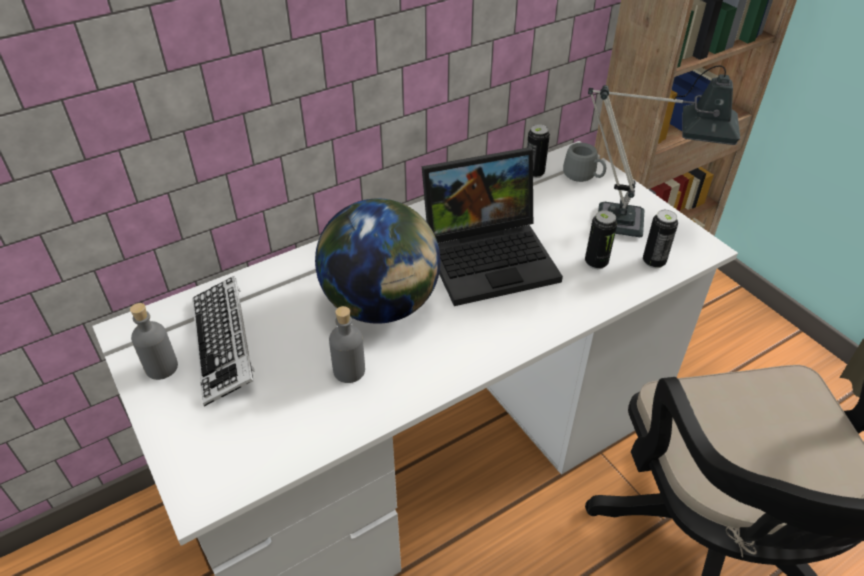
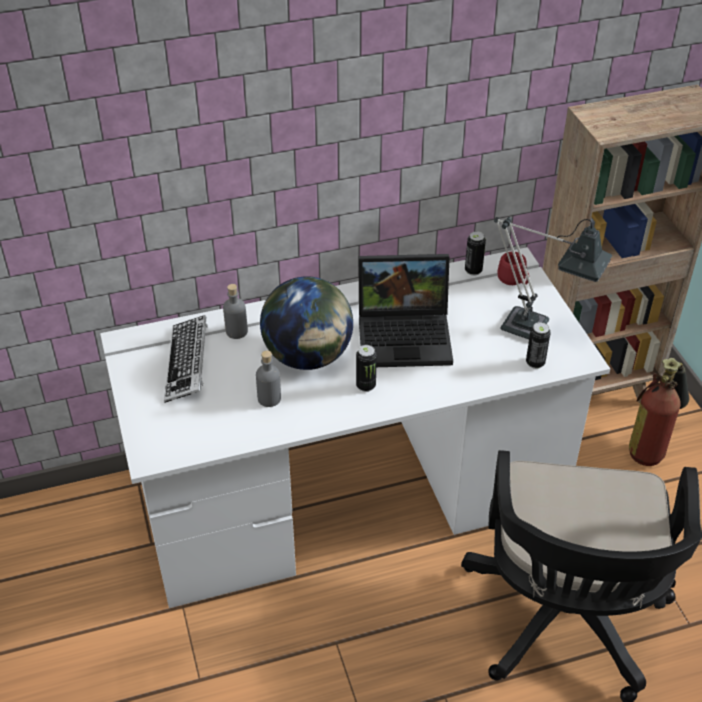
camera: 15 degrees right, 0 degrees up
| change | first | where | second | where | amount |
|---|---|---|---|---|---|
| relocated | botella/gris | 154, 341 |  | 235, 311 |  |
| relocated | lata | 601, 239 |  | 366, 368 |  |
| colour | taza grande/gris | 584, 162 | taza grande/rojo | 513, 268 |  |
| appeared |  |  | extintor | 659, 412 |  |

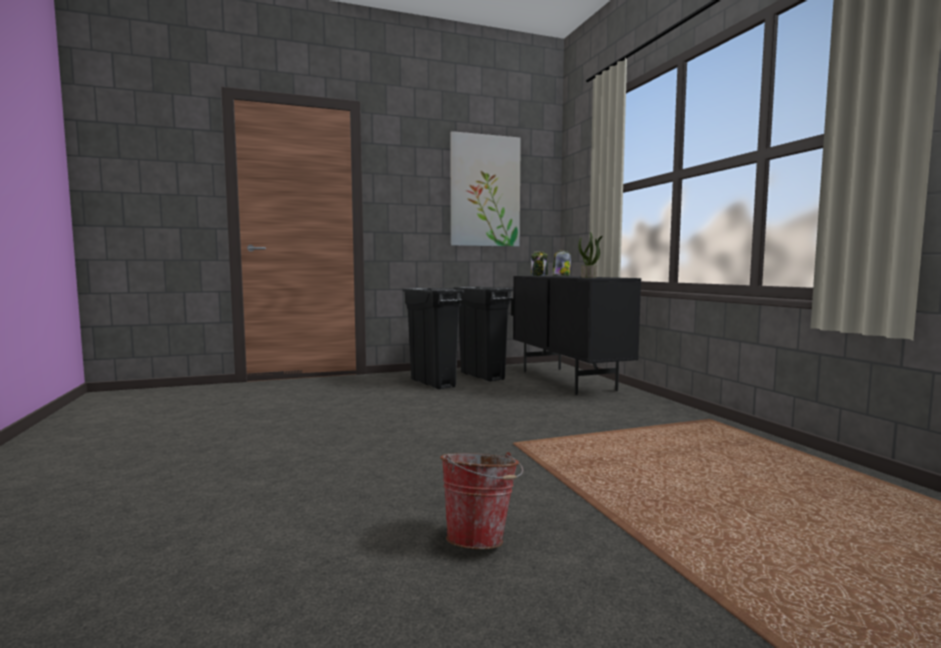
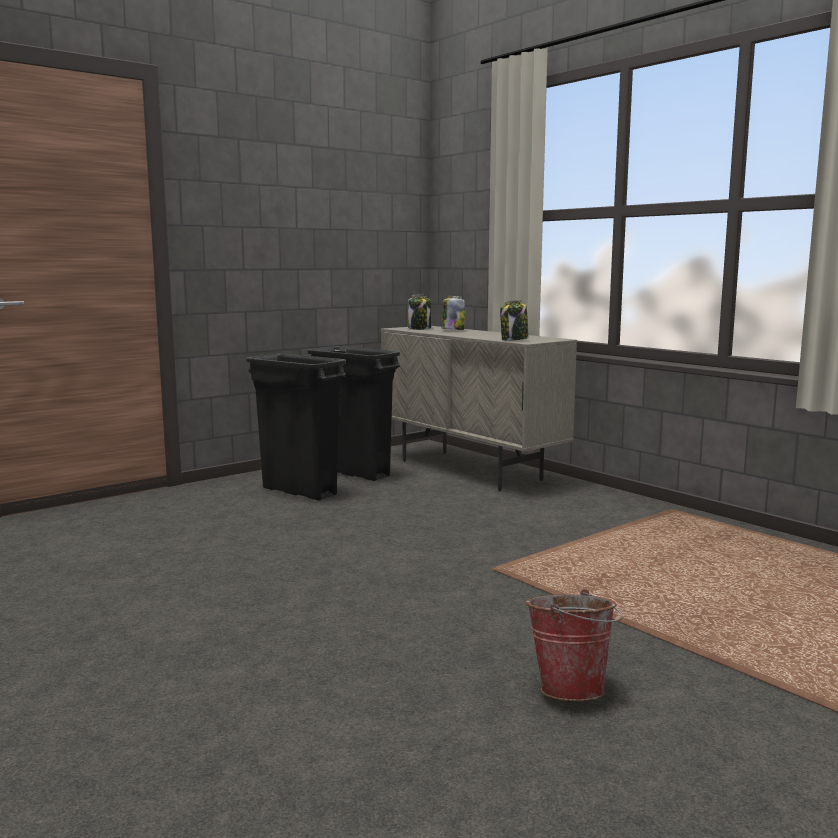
camera: 20 degrees left, 5 degrees up
| change | first | where | second | where | amount |
|---|---|---|---|---|---|
| colour | armario/negro | 576, 335 | armario/beis | 479, 408 |  |
| exchanged | planta en maceta | 590, 255 | tarro | 514, 320 |  |
| missing | cuadro | 485, 189 |  |  |  |

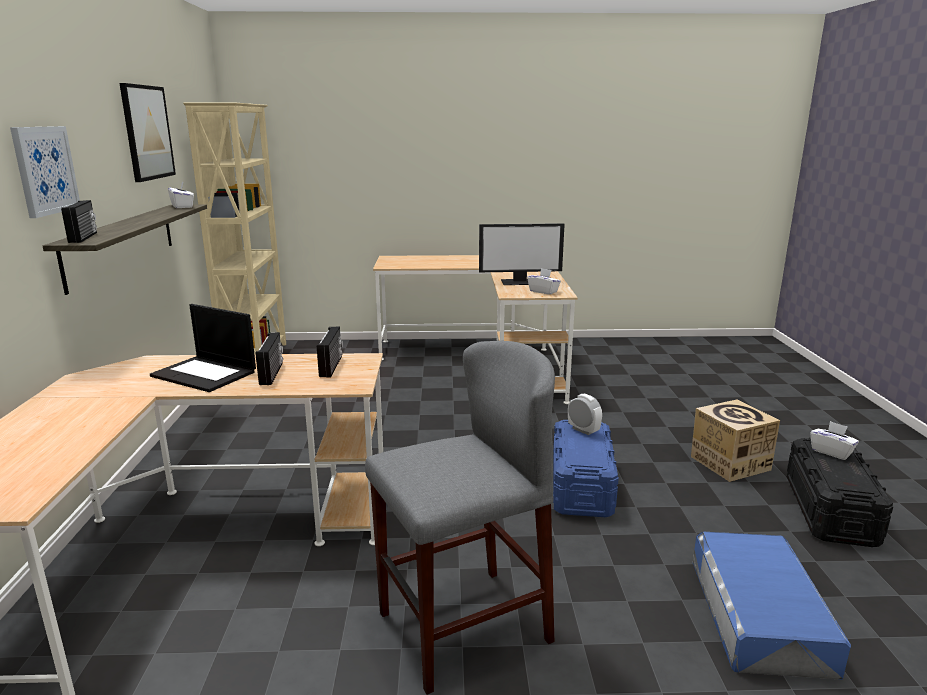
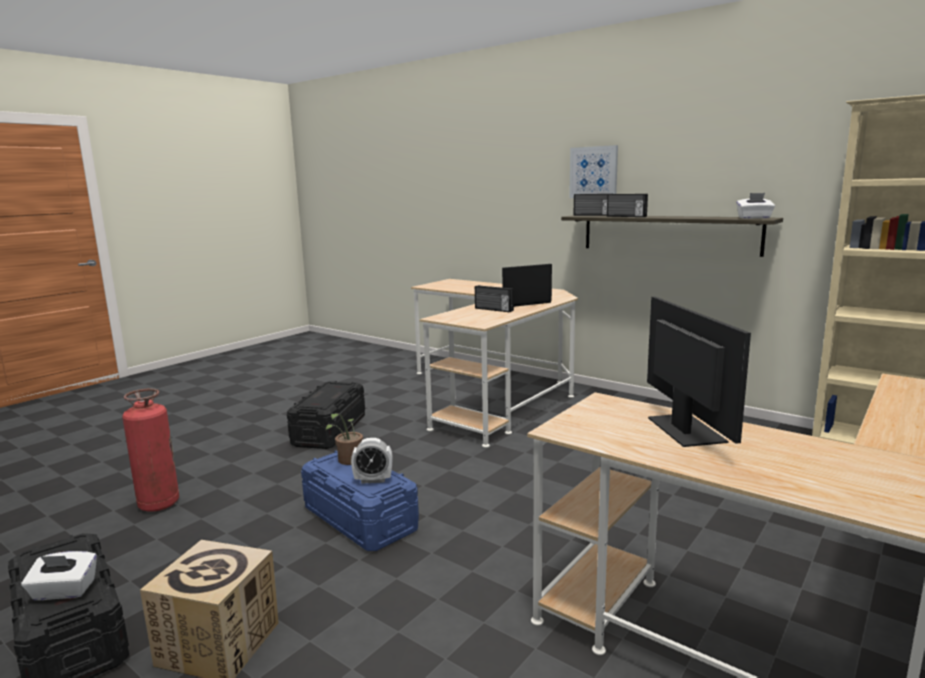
camera: 130 degrees right, 5 degrees down
| change | first | where | second | where | amount |
|---|---|---|---|---|---|
| exchanged | caja de almacenaje/azul | 772, 606 | extintor | 150, 450 |  |
| exchanged | taburete/gris | 460, 518 | caja de almacenaje/negro | 326, 415 |  |
| appeared |  |  | planta en maceta | 344, 439 |  |
| relocated | radio | 330, 352 |  | 627, 205 |  |
| spun | monitor | 522, 254 |  | 699, 371 | 135 degrees clockwise |
| missing | cuadro | 147, 132 |  |  |  |
| missing | caja de pañuelos/blanco | 544, 281 |  |  |  |

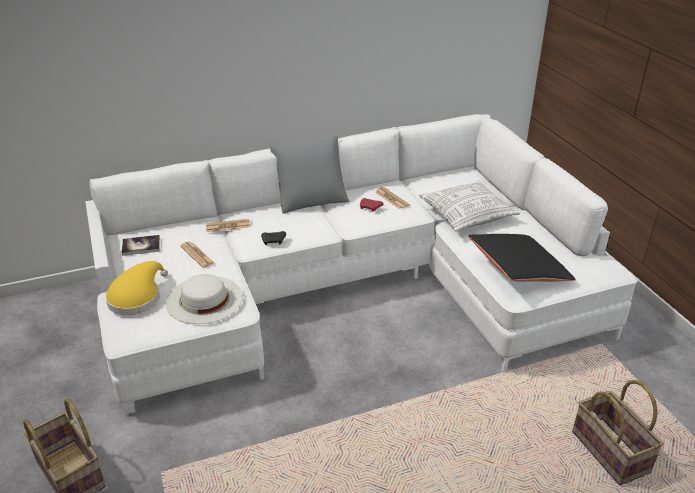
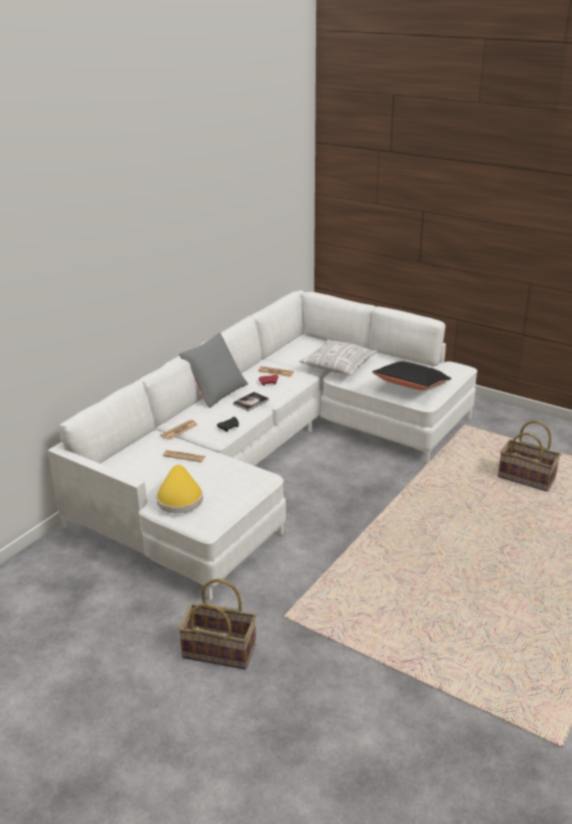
camera: 35 degrees left, 5 degrees down
| change | first | where | second | where | amount |
|---|---|---|---|---|---|
| relocated | libro | 141, 245 |  | 251, 401 |  |
| missing | sombrero/blanco | 204, 299 |  |  |  |

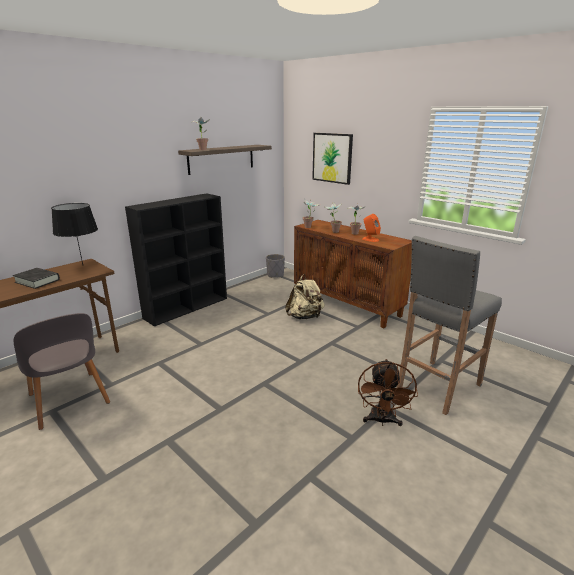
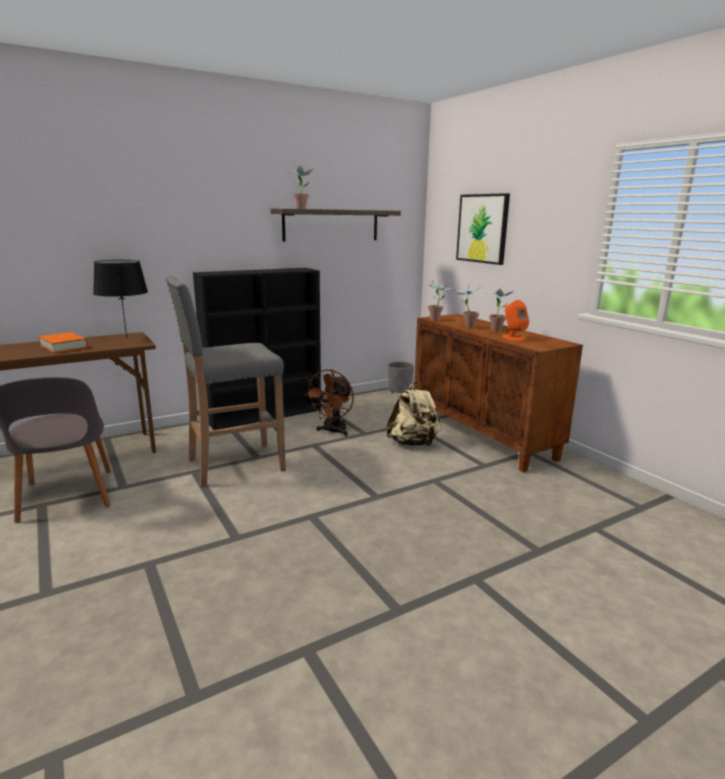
camera: 15 degrees right, 5 degrees down
| change | first | where | second | where | amount |
|---|---|---|---|---|---|
| colour | libro/negro | 36, 278 | libro/naranja | 63, 342 |  |
| relocated | taburete/gris | 449, 325 |  | 226, 381 |  |
| relocated | ventilador/marrón | 388, 392 |  | 329, 402 |  |

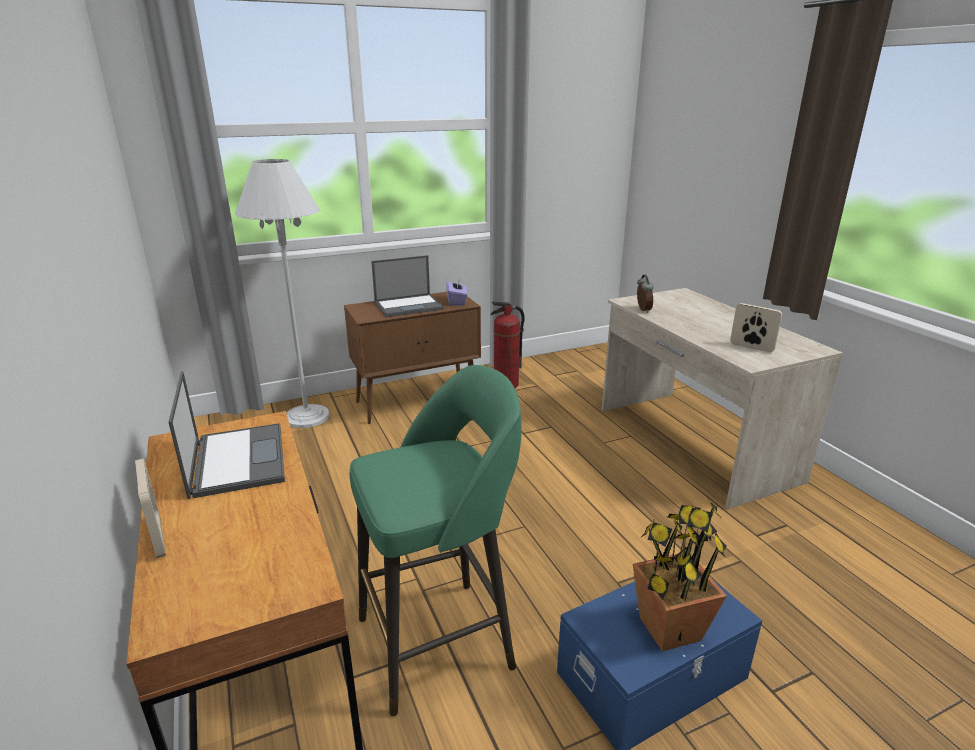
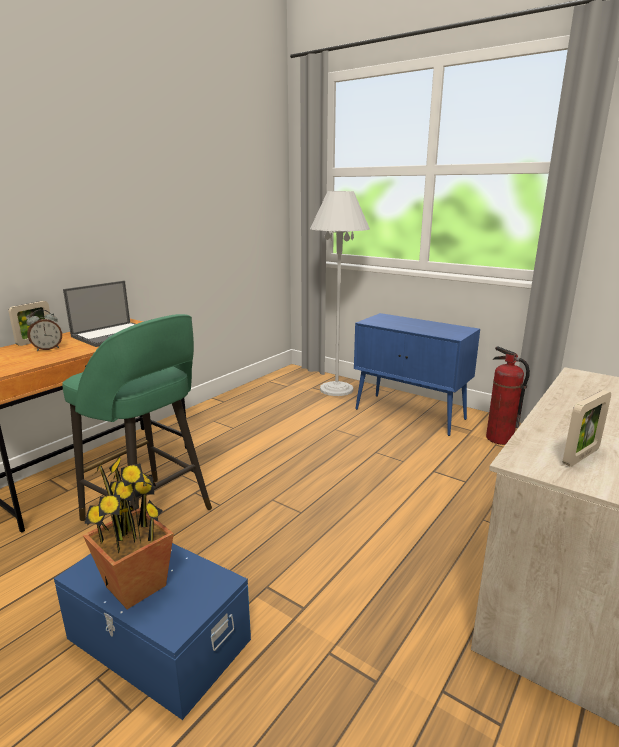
camera: 60 degrees right, 5 degrees down
| change | first | where | second | where | amount |
|---|---|---|---|---|---|
| relocated | despertador | 645, 294 |  | 44, 330 |  |
| colour | armario/marrón | 412, 358 | armario/azul | 417, 374 |  |
| spun | portarretratos | 756, 327 |  | 587, 428 | 45 degrees clockwise |
| missing | portátil | 407, 286 |  |  |  |
| missing | caja de pañuelos/morado | 457, 292 |  |  |  |

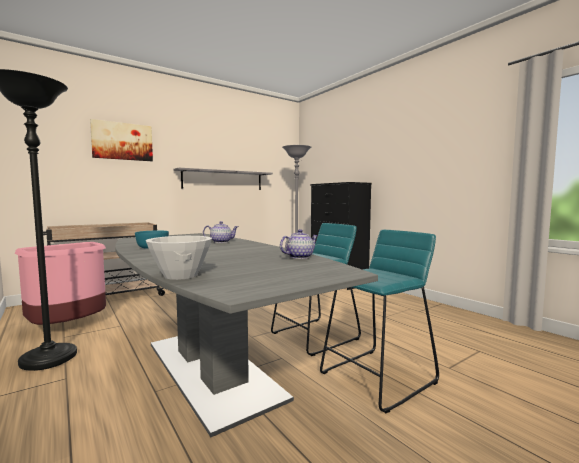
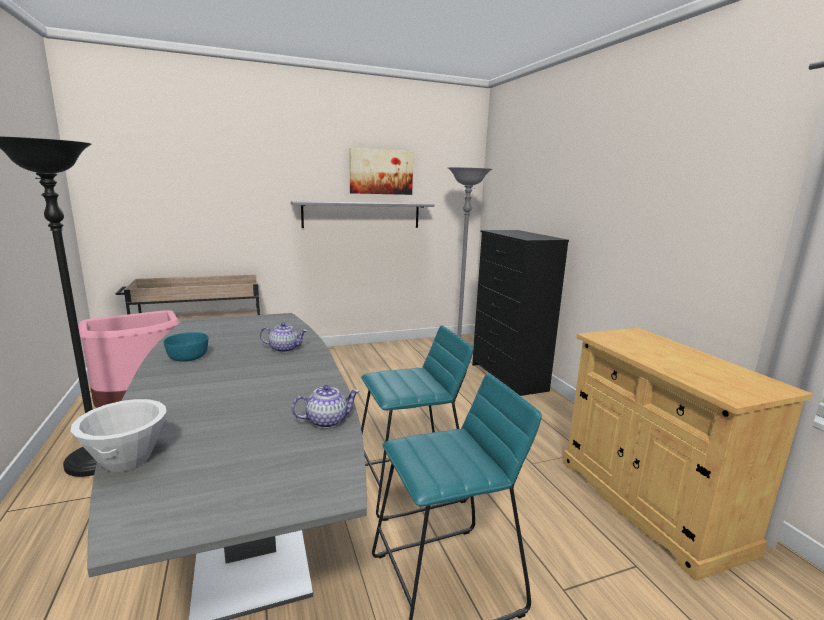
camera: 15 degrees right, 10 degrees up
| change | first | where | second | where | amount |
|---|---|---|---|---|---|
| relocated | cuadro | 121, 140 |  | 381, 171 |  |
| appeared |  |  | armario/beis | 688, 454 |  |

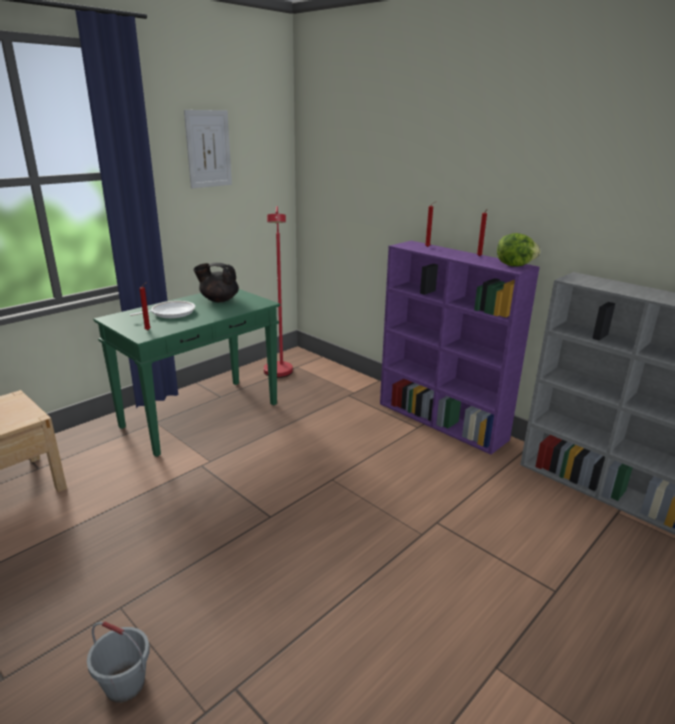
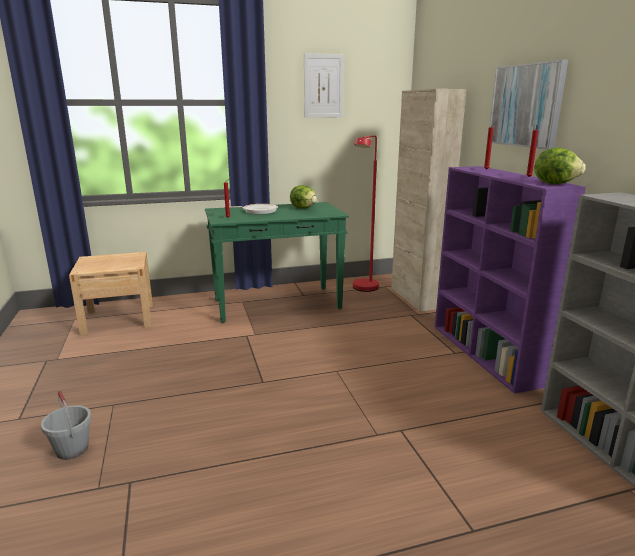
camera: 30 degrees right, 5 degrees down
| change | first | where | second | where | amount |
|---|---|---|---|---|---|
| exchanged | tetera/negro | 216, 283 | lechuga | 303, 197 |  |
| appeared |  |  | armario/beis | 428, 200 |  |
| appeared |  |  | cuadro | 528, 105 |  |

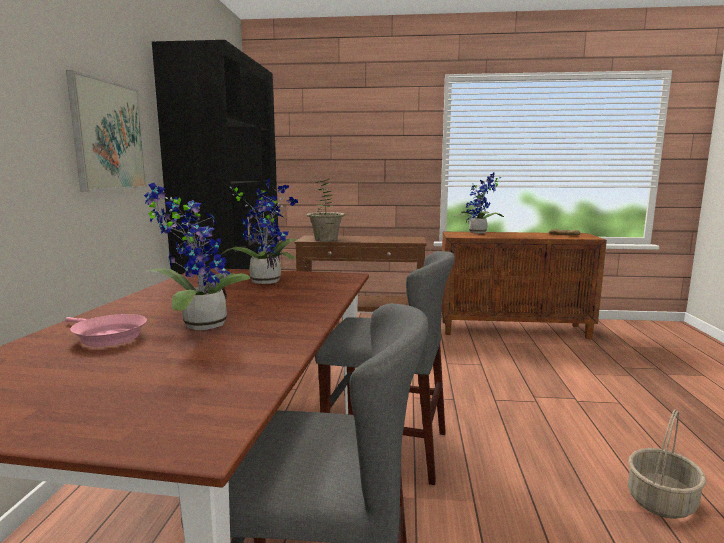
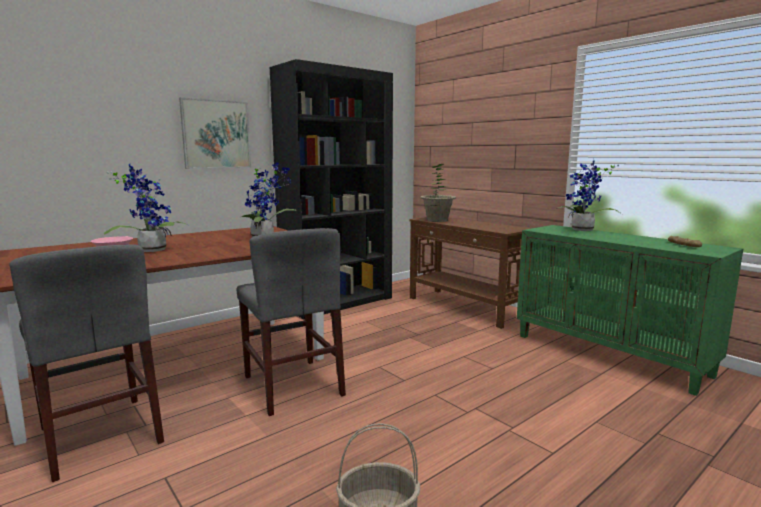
camera: 45 degrees right, 0 degrees up
| change | first | where | second | where | amount |
|---|---|---|---|---|---|
| colour | armario/marrón | 524, 285 | armario/verde | 630, 310 |  |

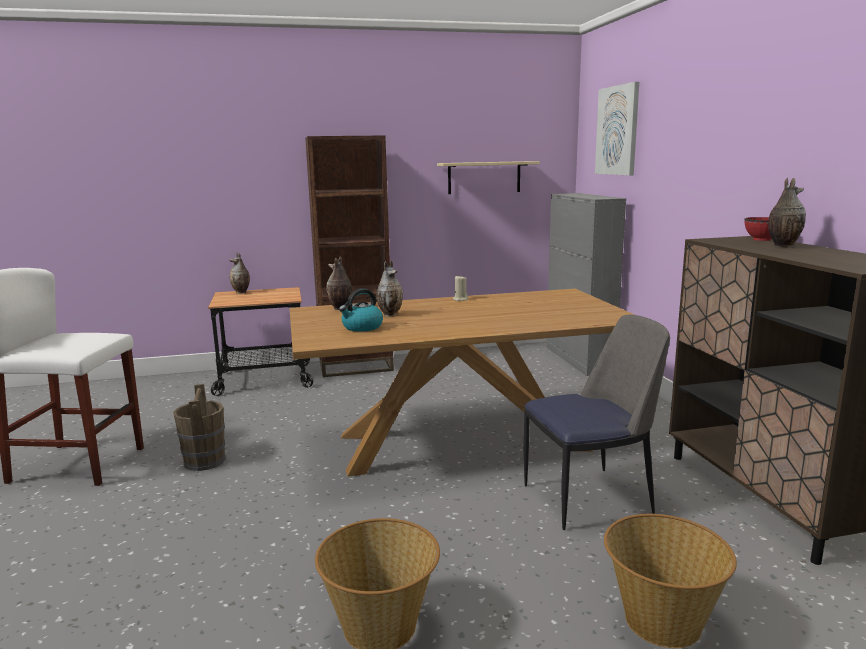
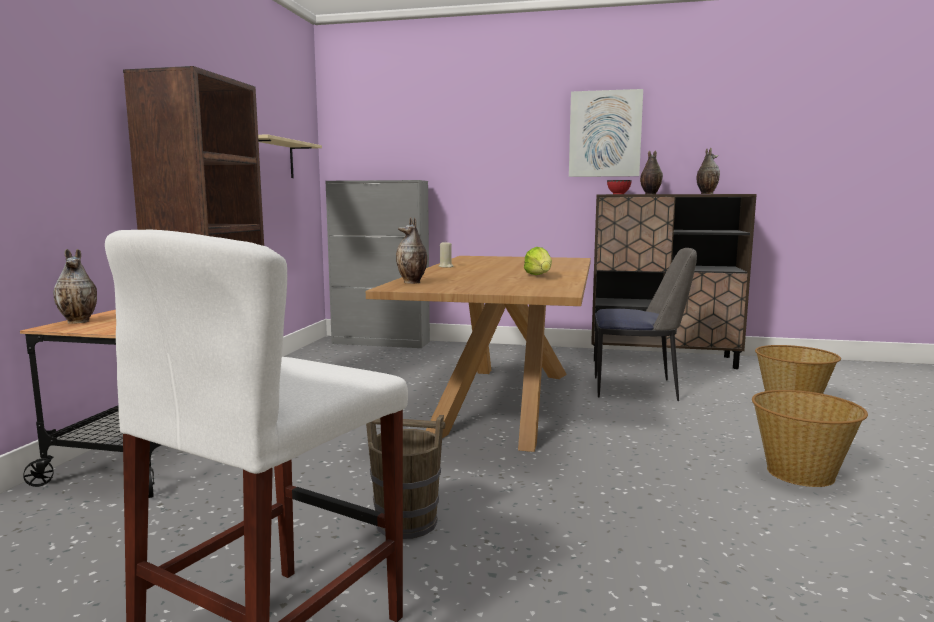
camera: 65 degrees left, 5 degrees down
| change | first | where | second | where | amount |
|---|---|---|---|---|---|
| appeared |  |  | lechuga | 538, 261 |  |
| relocated | cuadro | 617, 128 |  | 606, 133 |  |
| spun | silla | 597, 422 |  | 646, 324 | 90 degrees clockwise |
| relocated | florero | 389, 289 |  | 708, 171 |  |
| missing | hervidor | 361, 310 |  |  |  |

